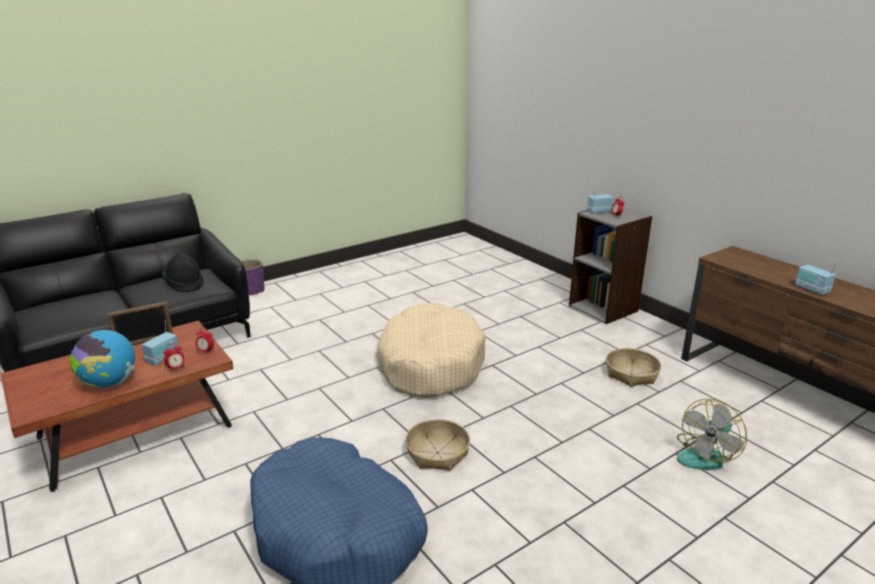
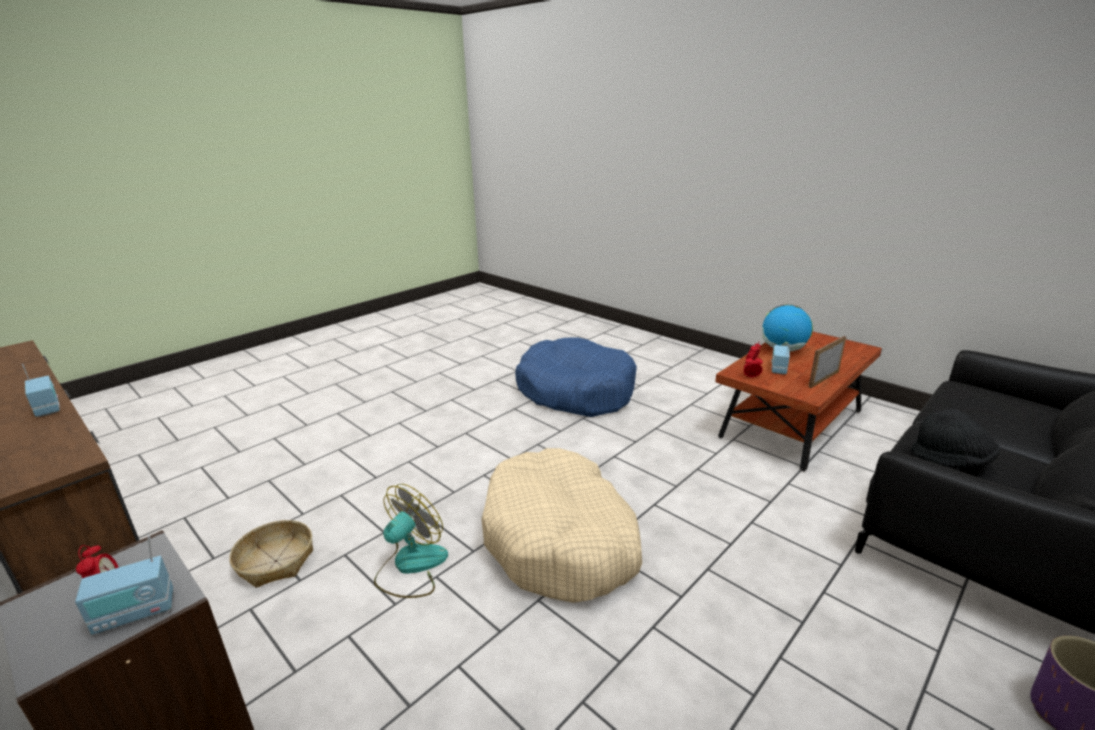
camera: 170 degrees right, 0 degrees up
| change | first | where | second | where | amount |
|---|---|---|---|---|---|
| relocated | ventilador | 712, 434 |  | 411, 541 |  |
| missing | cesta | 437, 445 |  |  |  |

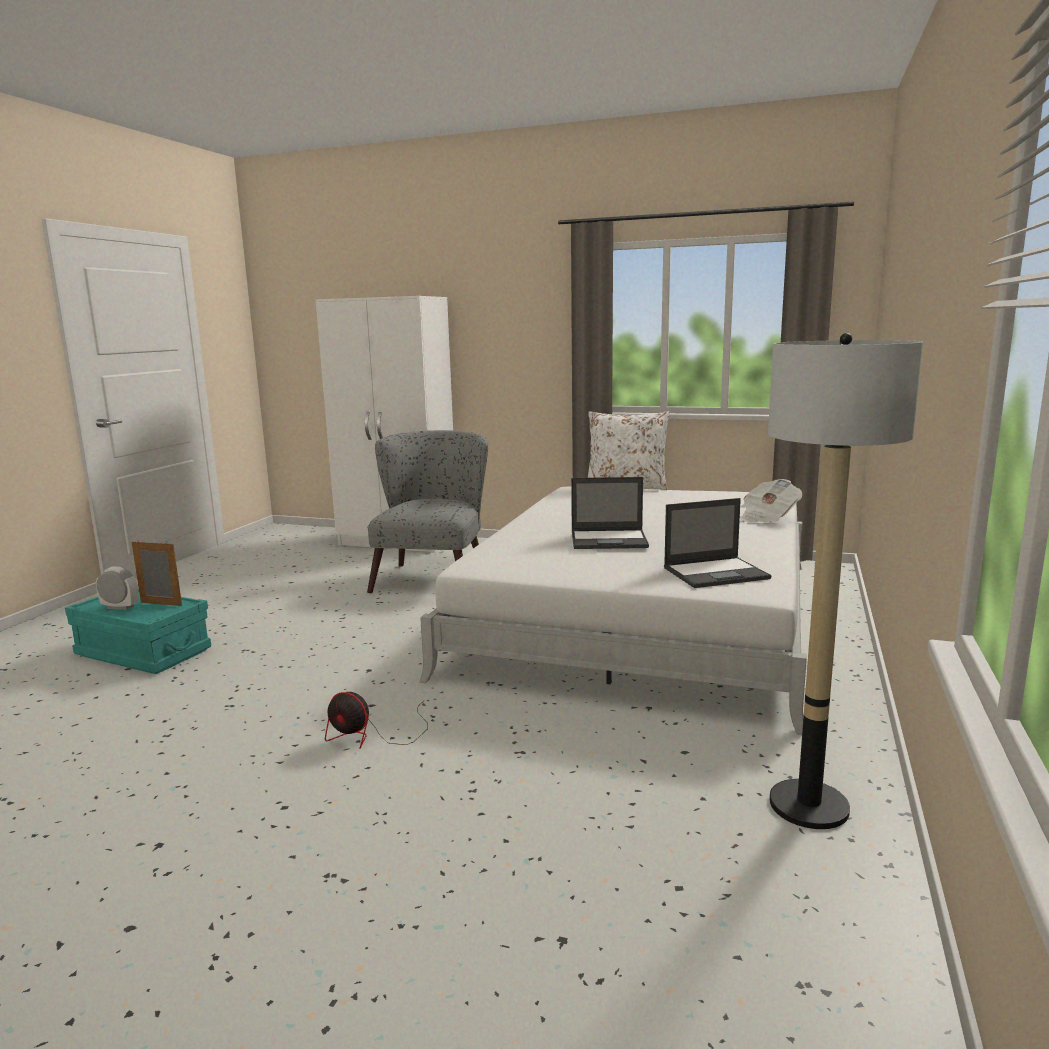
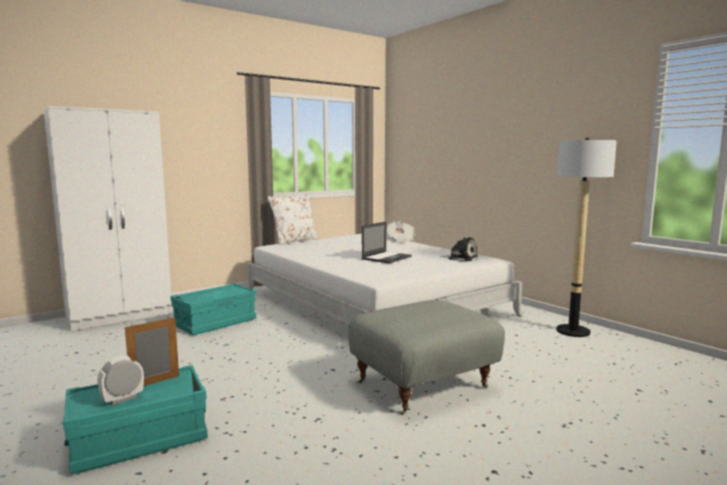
camera: 55 degrees left, 5 degrees down
| change | first | where | second | where | amount |
|---|---|---|---|---|---|
| exchanged | sillón/gris | 427, 512 | caja de almacenaje/turquesa | 213, 309 |  |
| exchanged | ventilador | 376, 720 | puf/gris | 426, 357 |  |
| exchanged | portátil | 717, 543 | peluche | 459, 249 |  |

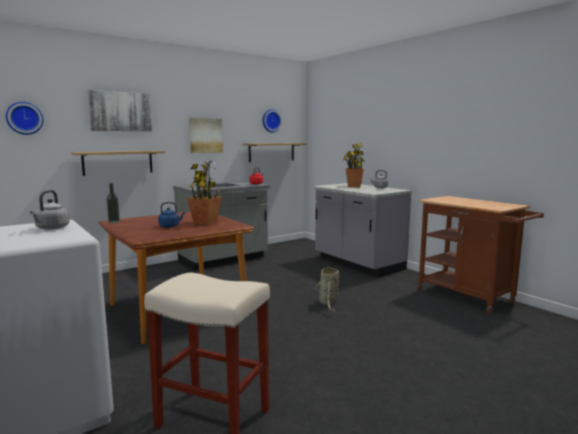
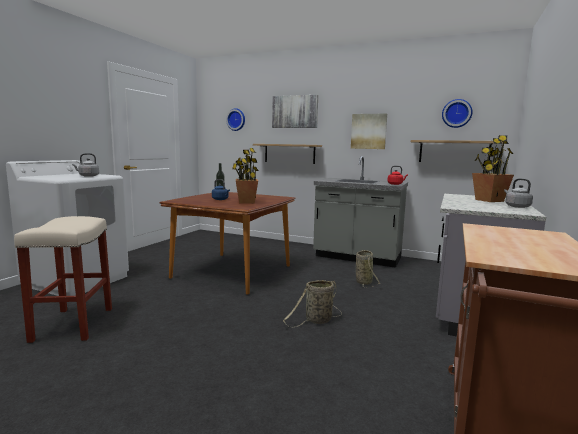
camera: 60 degrees right, 0 degrees up
| change | first | where | second | where | amount |
|---|---|---|---|---|---|
| appeared |  |  | cesta | 368, 269 |  |

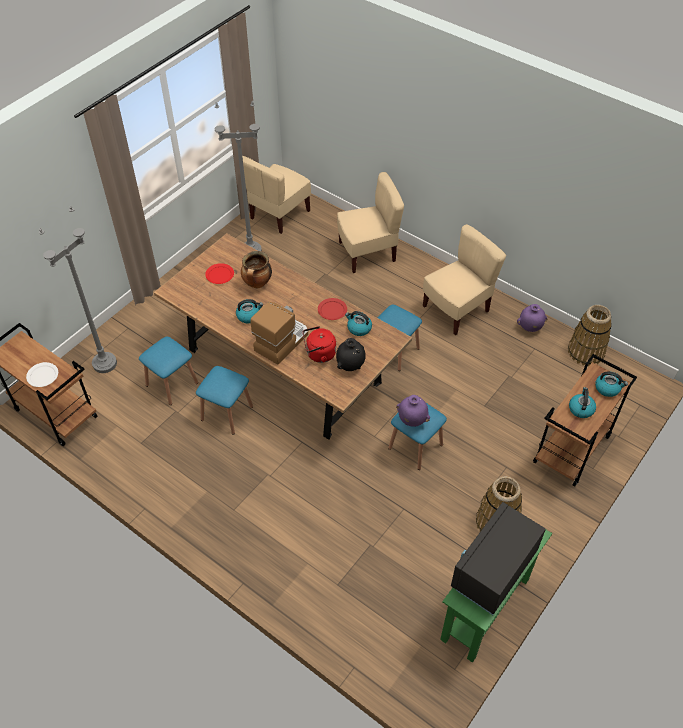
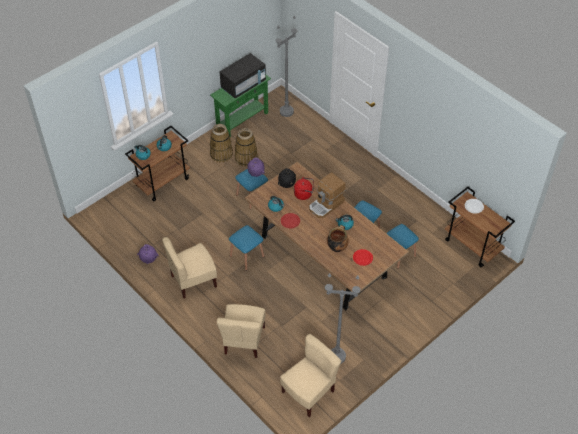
camera: 170 degrees left, 0 degrees up
| change | first | where | second | where | amount |
|---|---|---|---|---|---|
| spun | silla/beis | 370, 222 |  | 241, 331 | 75 degrees counterclockwise |
| relocated | cesta | 590, 335 |  | 246, 147 |  |
| relocated | lámpara de pie/gris | 78, 289 |  | 286, 66 |  |

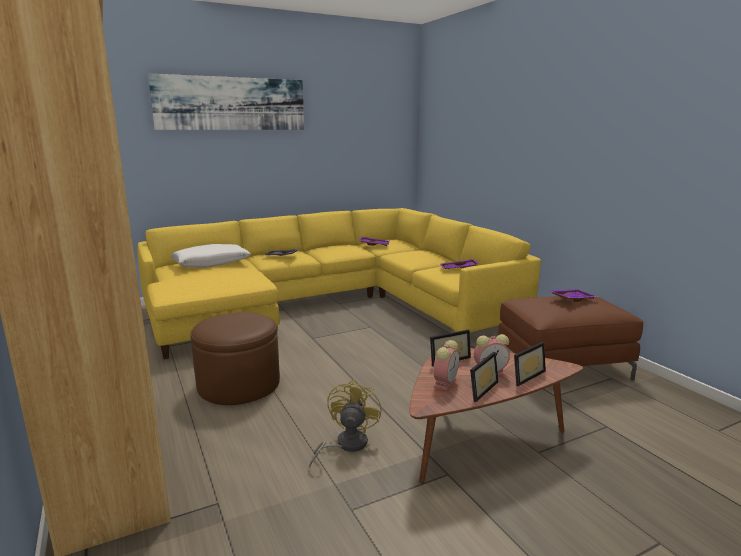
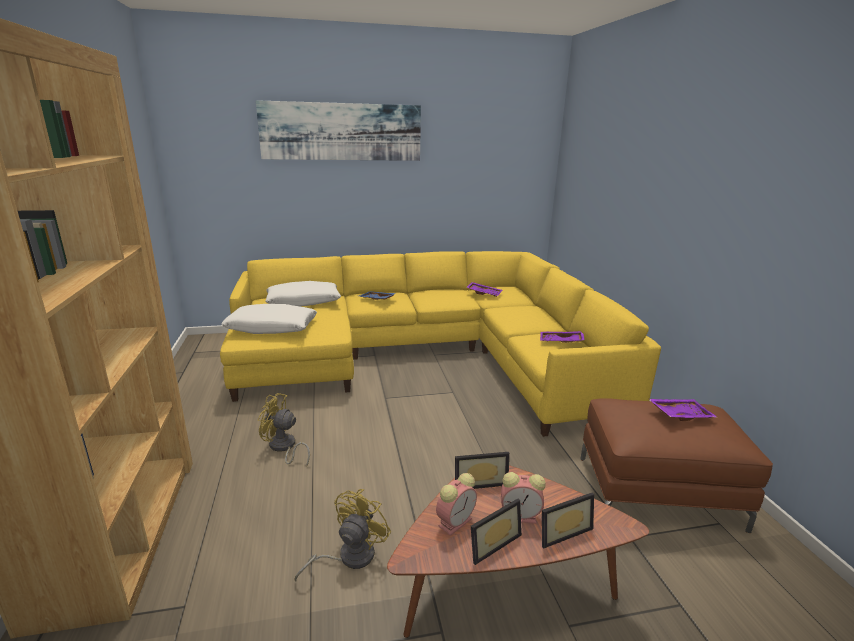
camera: 15 degrees right, 5 degrees up
| change | first | where | second | where | amount |
|---|---|---|---|---|---|
| appeared |  |  | cojín/blanco | 269, 319 |  |
| exchanged | puf/marrón | 235, 358 | ventilador/amarillo | 284, 429 |  |

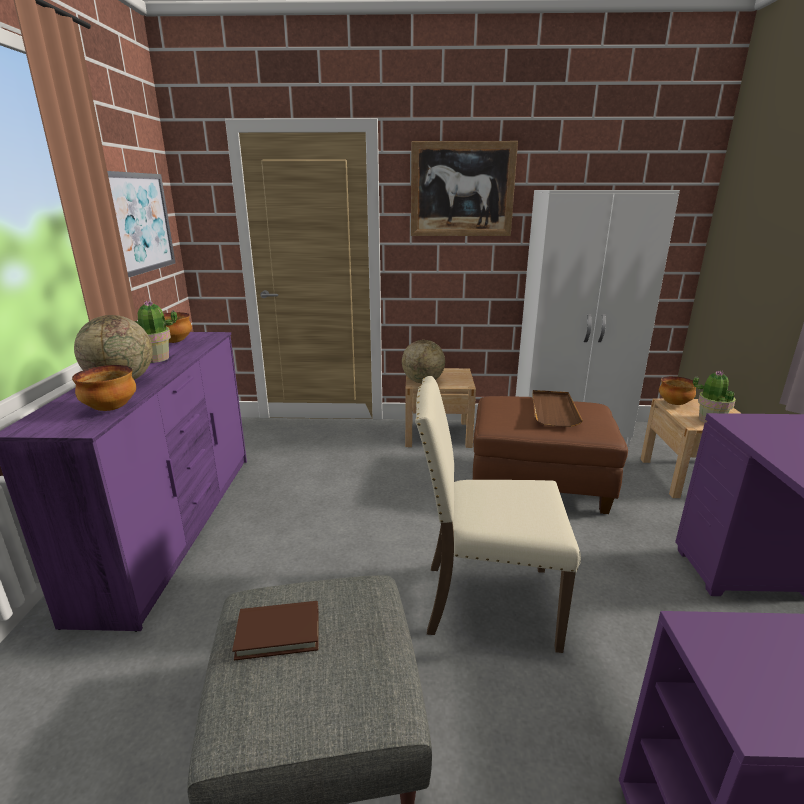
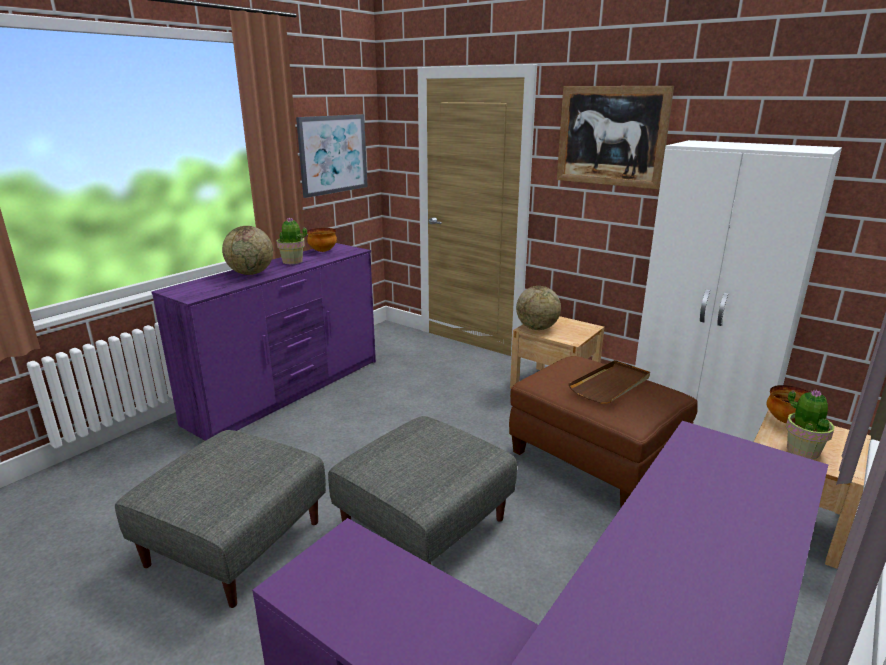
camera: 35 degrees right, 0 degrees up
| change | first | where | second | where | amount |
|---|---|---|---|---|---|
| exchanged | silla/beis | 498, 514 | puf/gris | 422, 490 |  |
| missing | cuenco | 104, 388 |  |  |  |
| missing | libro/marrón | 275, 630 |  |  |  |

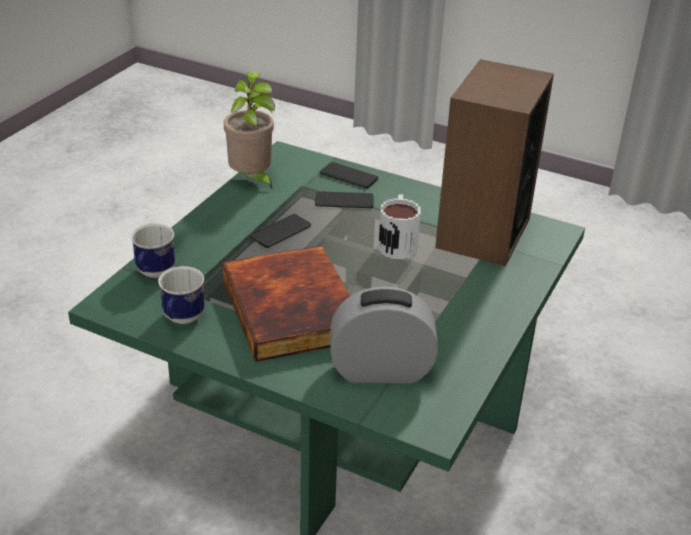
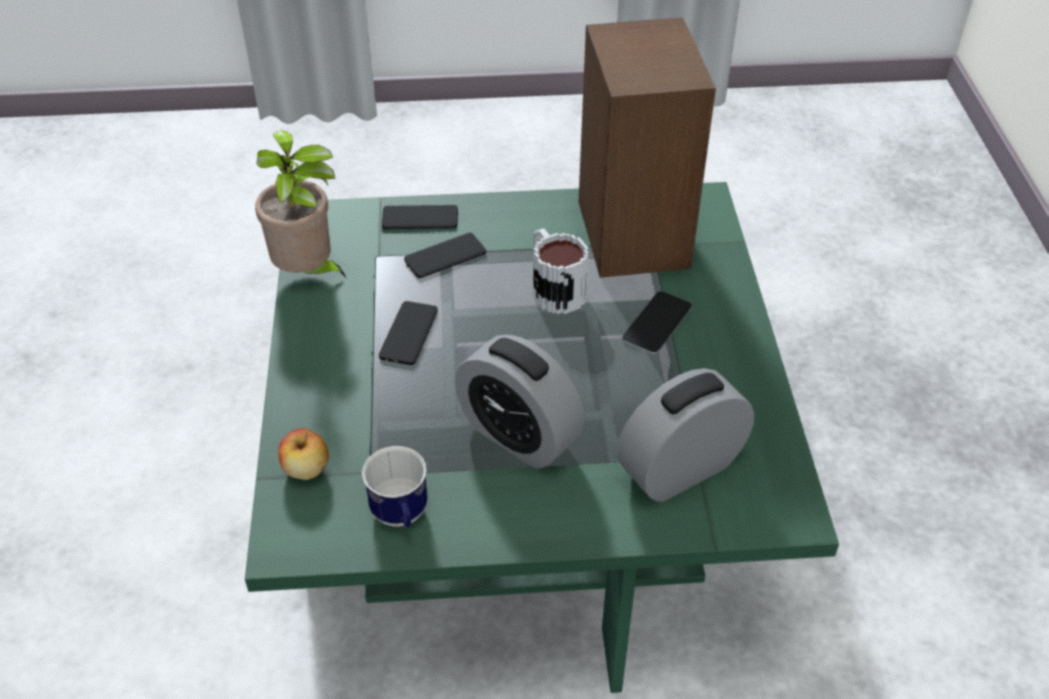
camera: 30 degrees left, 10 degrees up
| change | first | where | second | where | amount |
|---|---|---|---|---|---|
| exchanged | taza grande | 153, 250 | manzana | 303, 454 |  |
| exchanged | libro | 286, 304 | despertador | 520, 401 |  |
| appeared |  |  | móvil | 657, 322 |  |

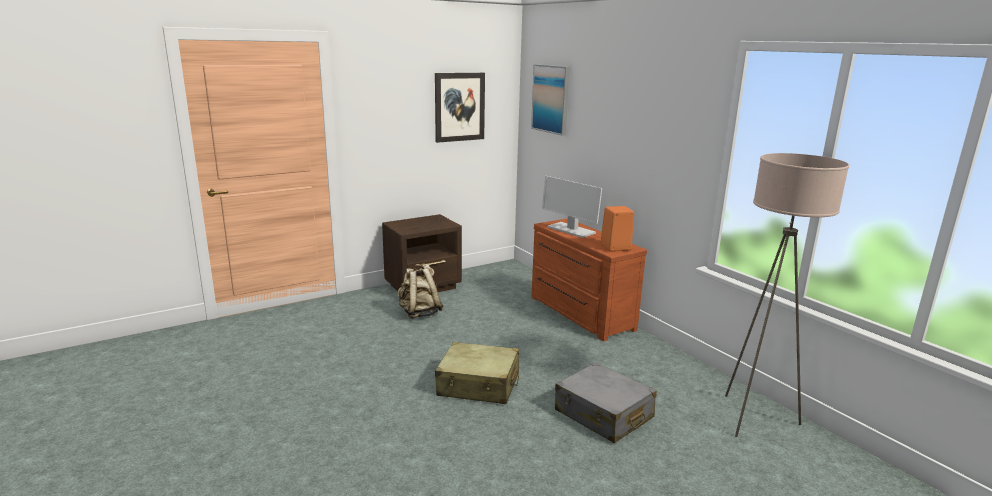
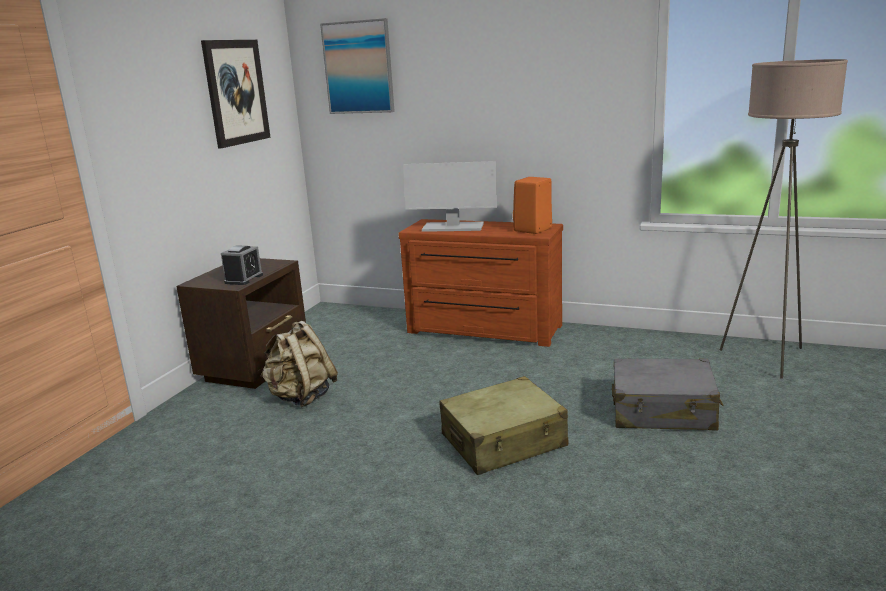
camera: 35 degrees left, 0 degrees up
| change | first | where | second | where | amount |
|---|---|---|---|---|---|
| appeared |  |  | despertador | 242, 265 |  |

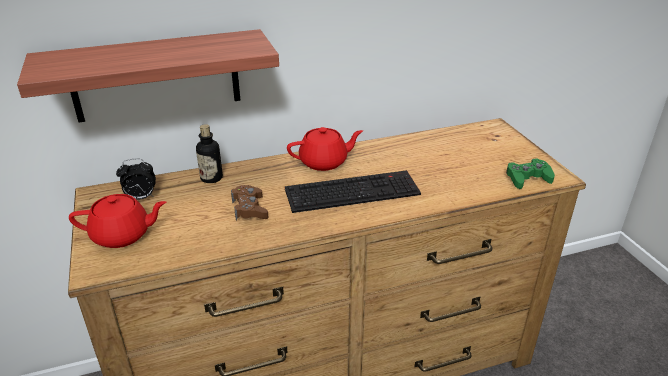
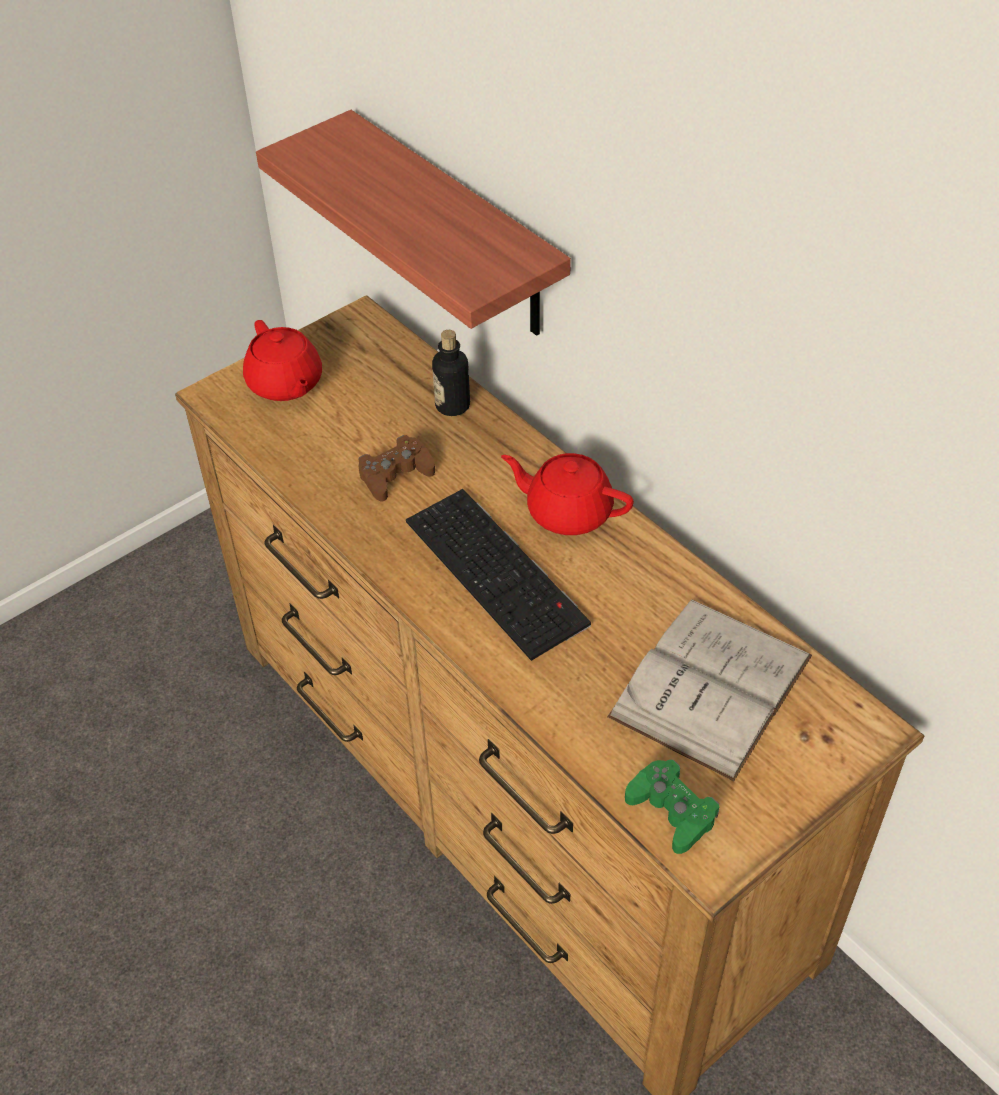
camera: 70 degrees right, 15 degrees up
| change | first | where | second | where | amount |
|---|---|---|---|---|---|
| spun | tetera/rojo | 325, 149 |  | 567, 494 | 150 degrees clockwise |
| appeared |  |  | libro/blanco | 709, 690 |  |
| missing | despertador | 136, 179 |  |  |  |

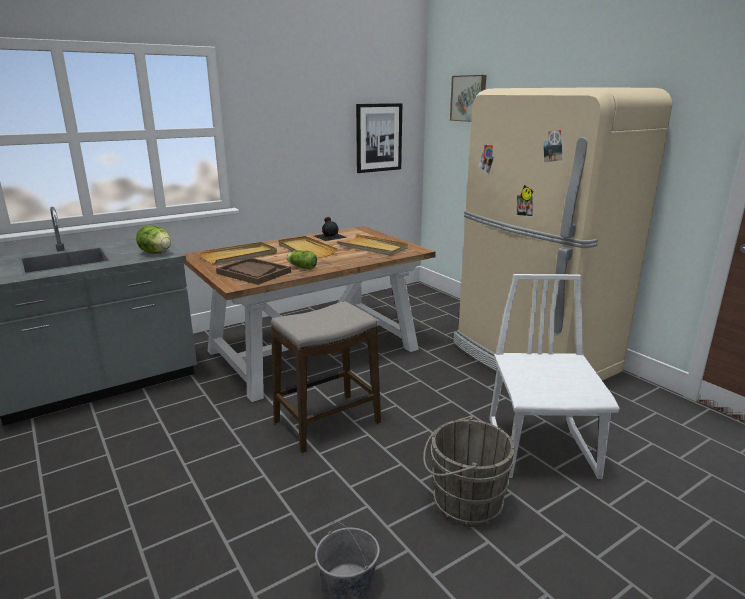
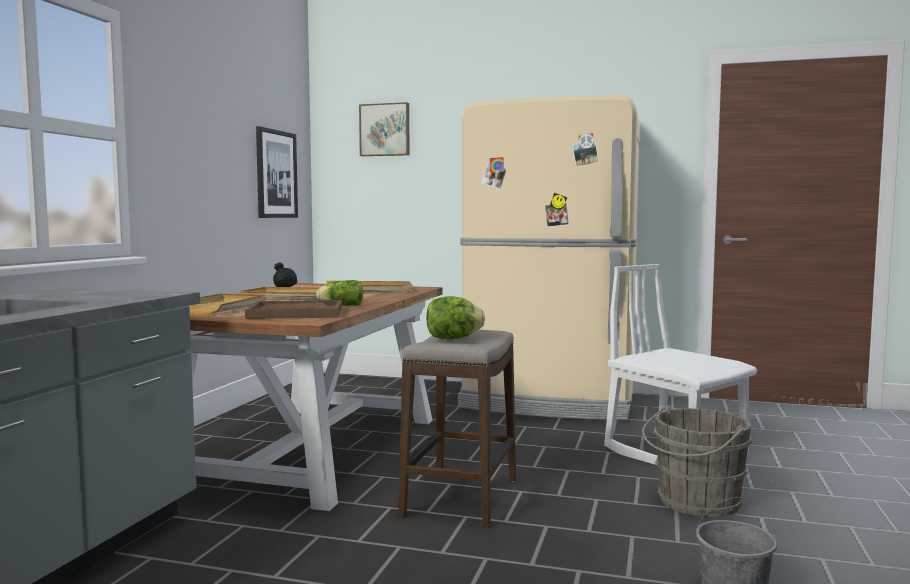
camera: 40 degrees left, 15 degrees down
| change | first | where | second | where | amount |
|---|---|---|---|---|---|
| relocated | lechuga | 153, 239 |  | 455, 317 |  |

